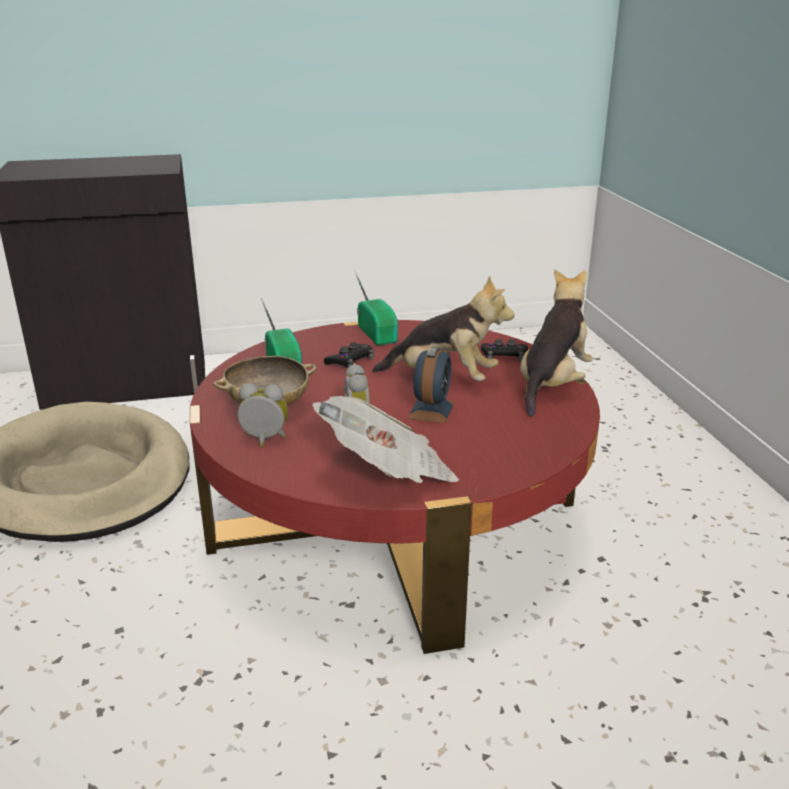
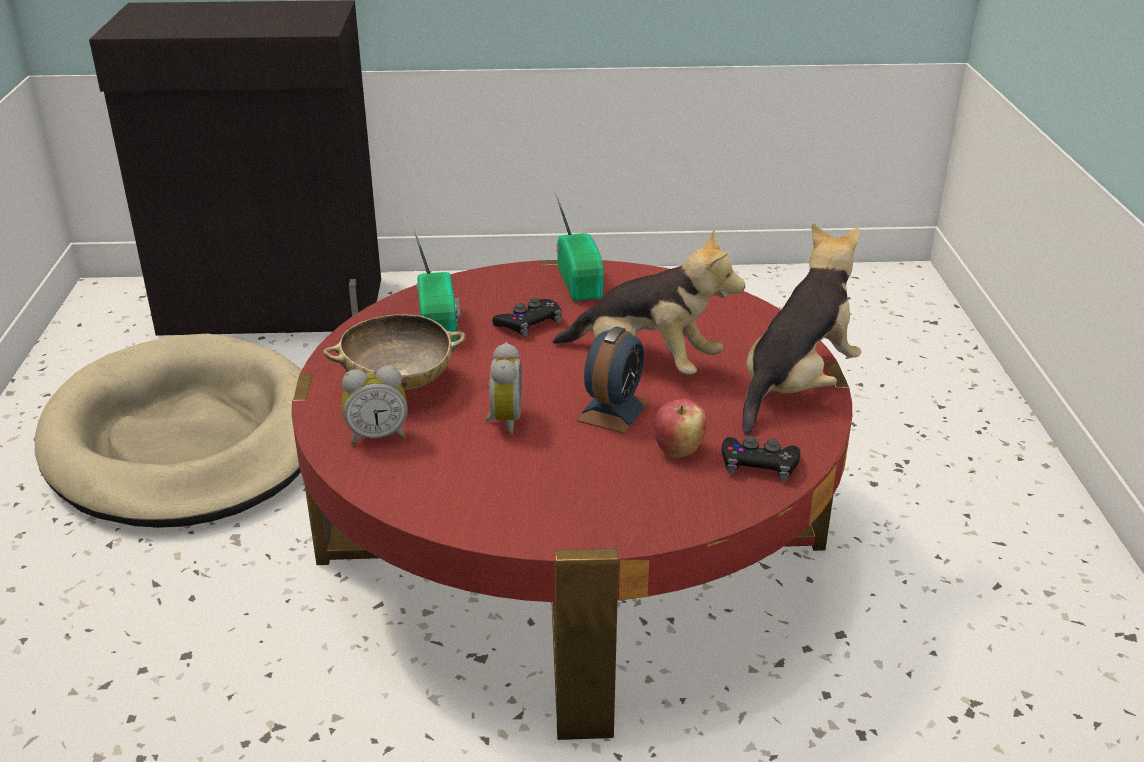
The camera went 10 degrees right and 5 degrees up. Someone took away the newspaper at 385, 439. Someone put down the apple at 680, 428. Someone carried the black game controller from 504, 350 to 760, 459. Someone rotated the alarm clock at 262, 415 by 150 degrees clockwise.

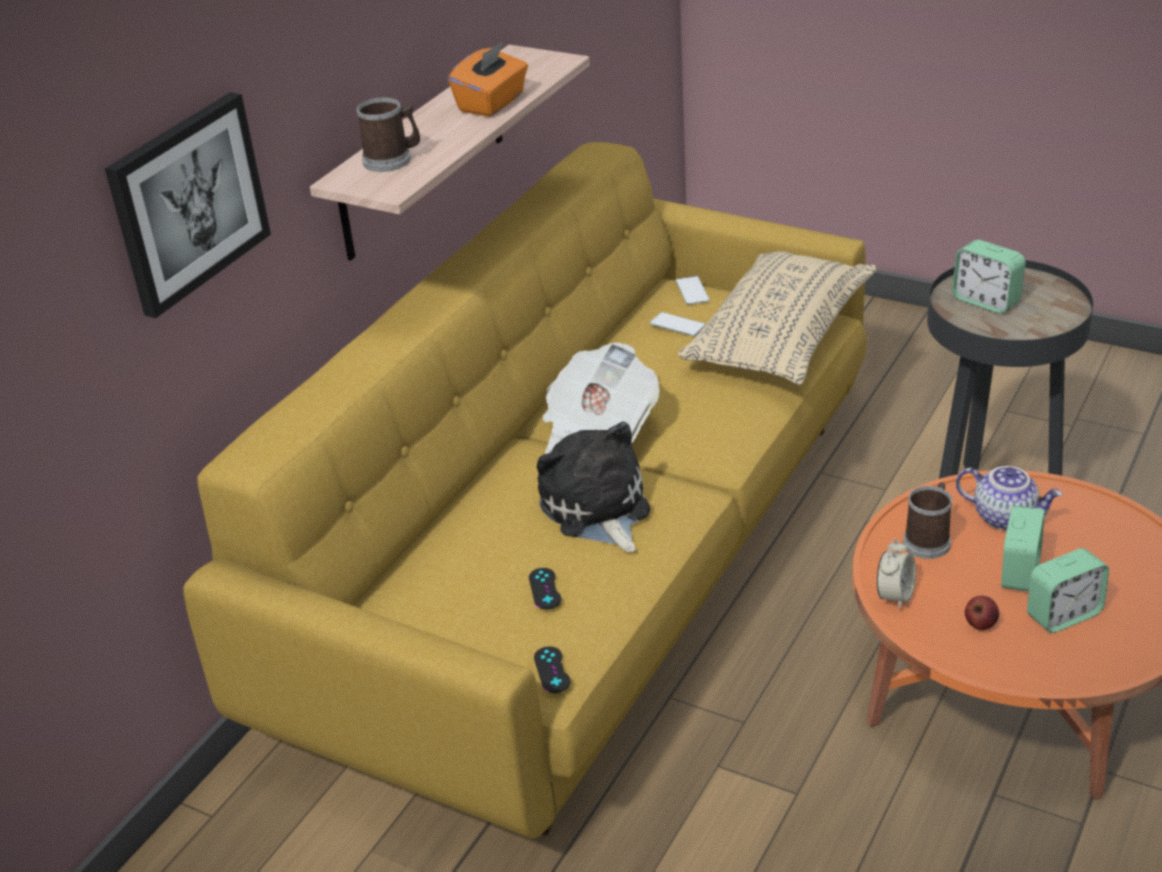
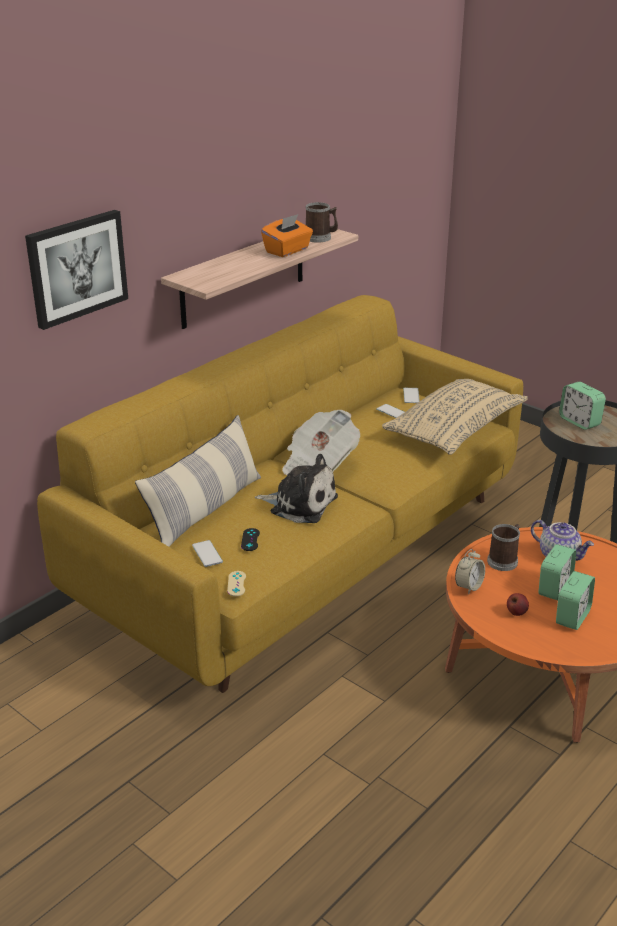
The camera went 10 degrees right and 5 degrees down. Someone put down the pillow at 198, 481. Someone put down the phone at 207, 553. Someone carried the mug from 388, 135 to 321, 222. Someone repainted the black game controller at 552, 669, which became the beige game controller at 236, 583. Someone rotated the plush toy at 593, 487 by 120 degrees clockwise. Someone rotated the alarm clock at 1068, 590 by 45 degrees counterclockwise.

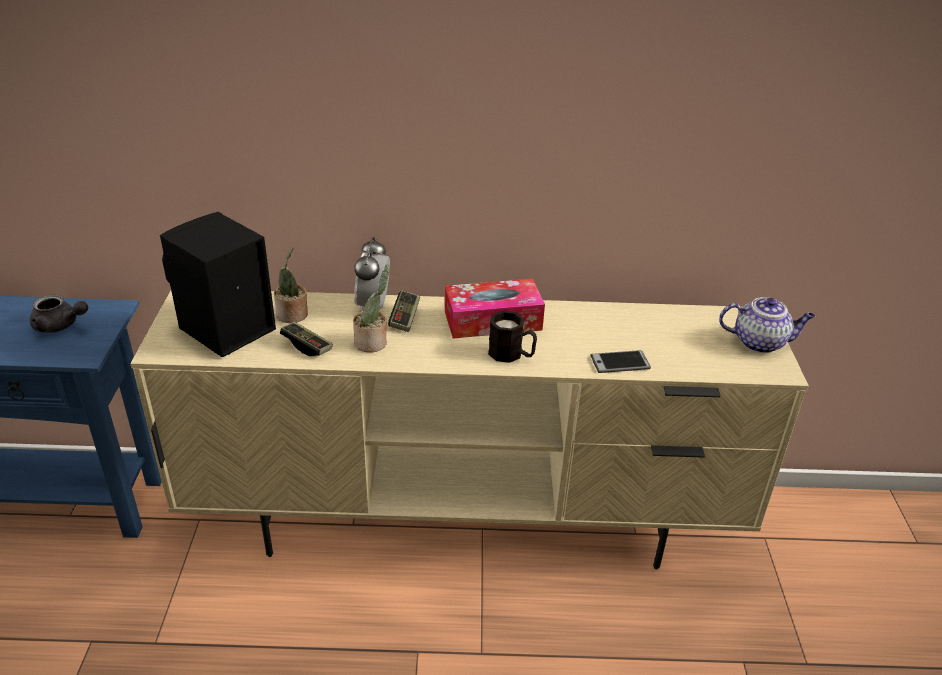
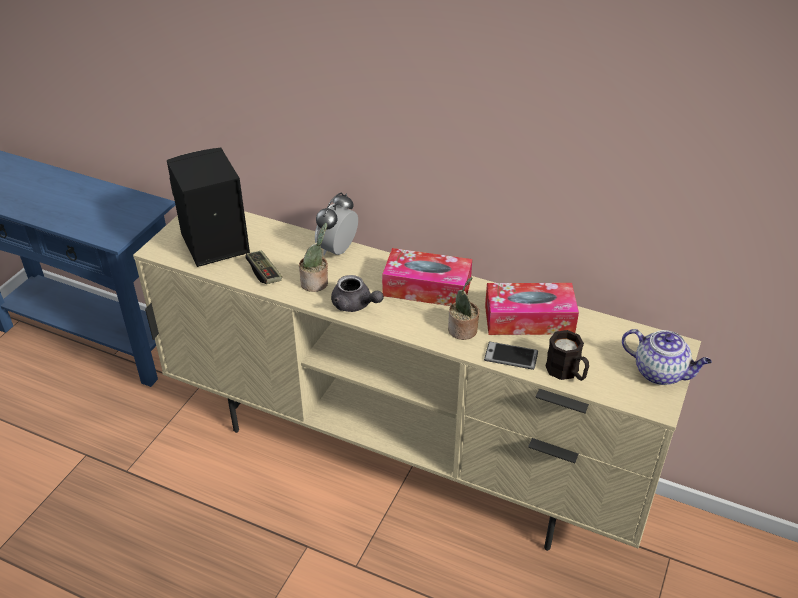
The camera went 25 degrees right and 5 degrees up. Someone took away the game controller at 404, 311. Someone put down the tissue box at 532, 309. Someone carried the grey teapot from 59, 314 to 357, 293. Someone carried the potted plant from 291, 285 to 463, 308. Someone carried the black mug from 512, 337 to 567, 355.

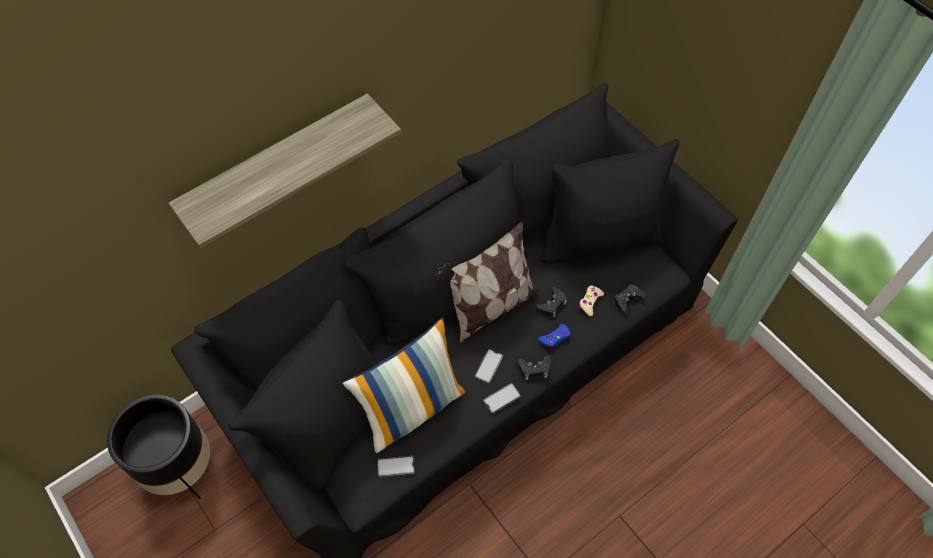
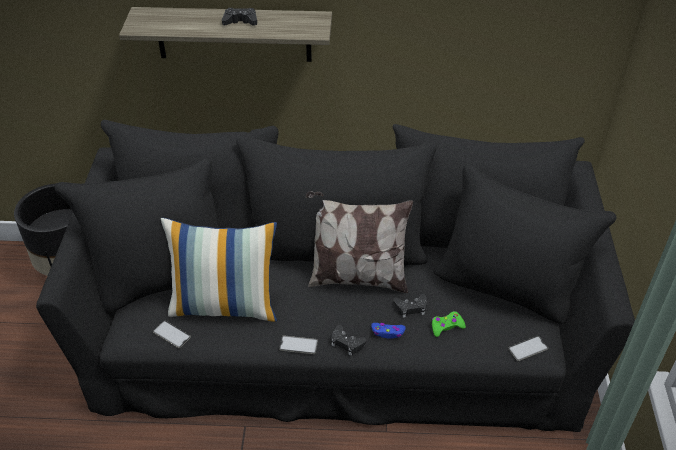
The camera went 40 degrees right and 15 degrees down. Someone carried the phone from 489, 366 to 528, 348. Someone carried the black game controller from 629, 299 to 239, 17. Someone repainted the beige game controller at 591, 301, which became the green game controller at 449, 324.

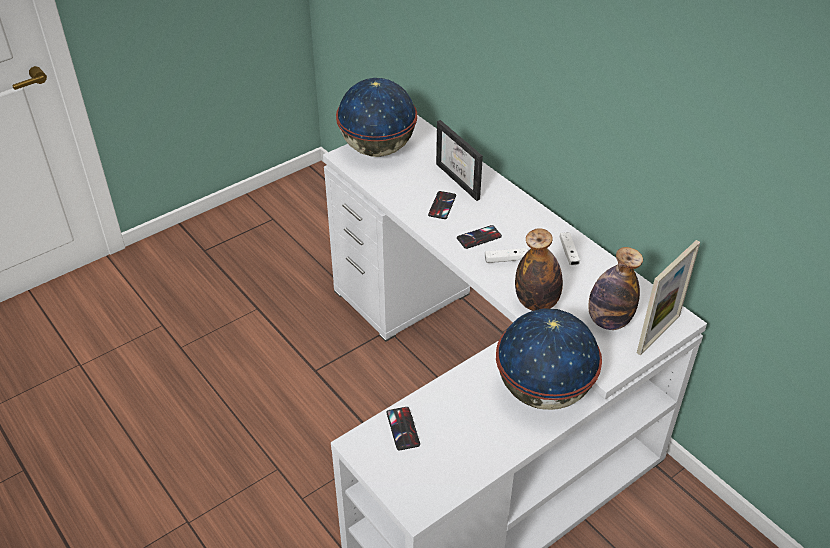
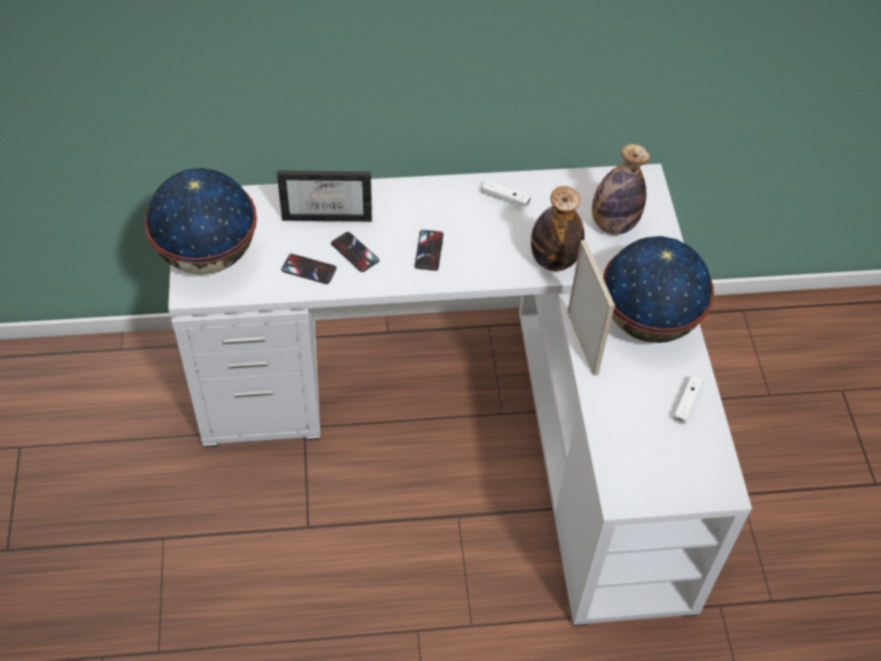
The camera went 60 degrees left and 10 degrees up. Someone carried the phone from 403, 429 to 309, 269. Someone carried the white game controller from 506, 255 to 688, 399. Someone carried the picture frame from 668, 297 to 591, 308.

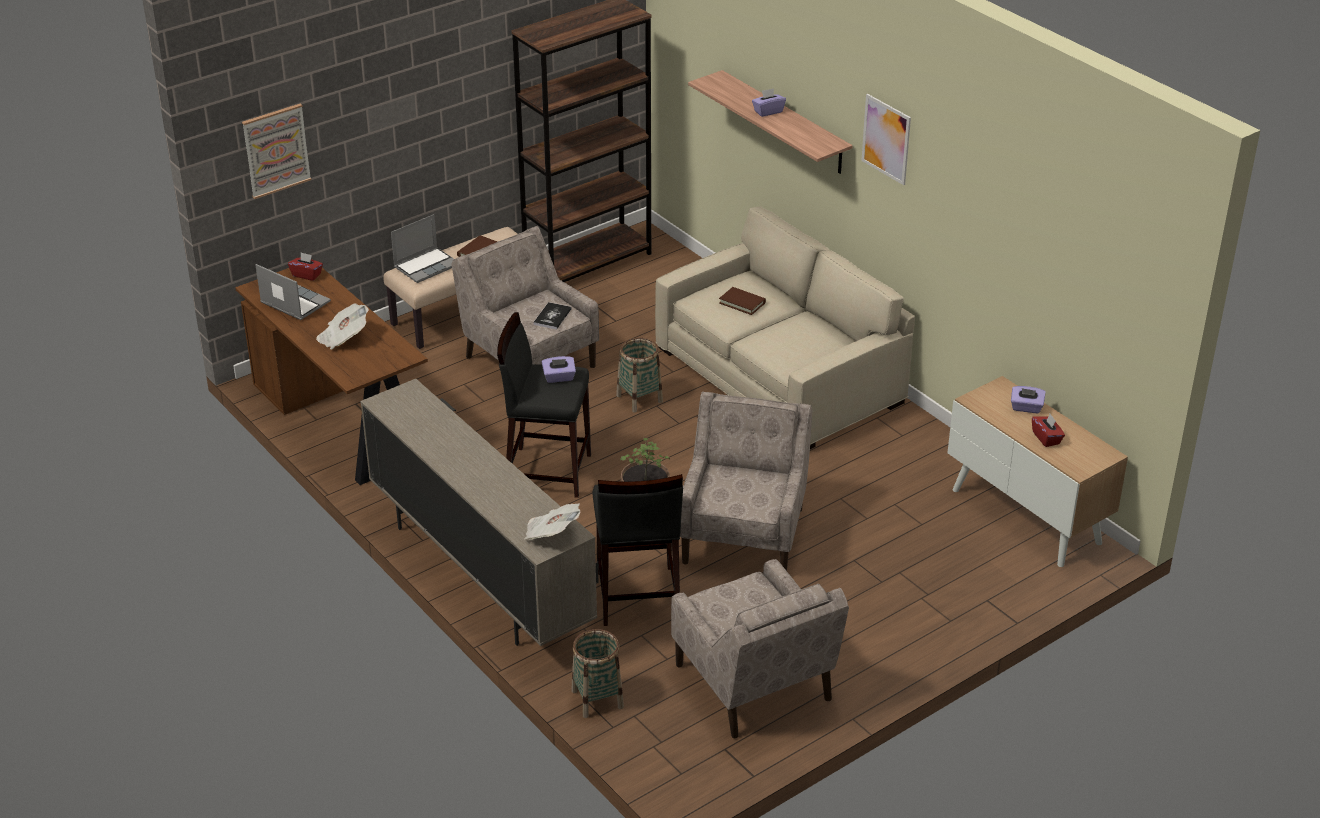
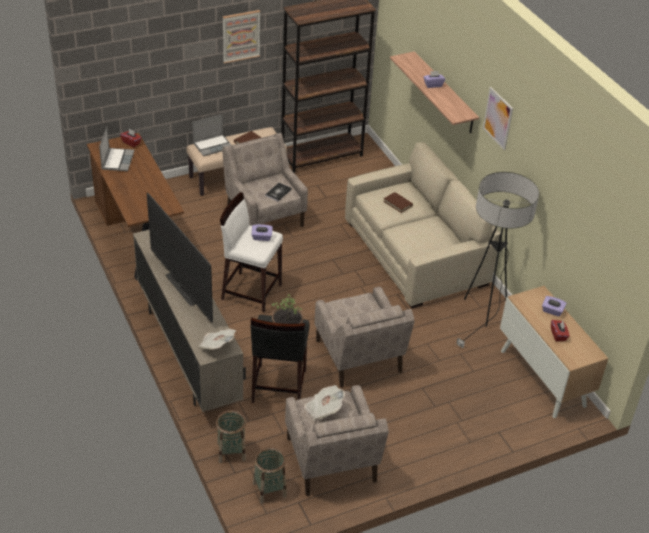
The camera went 10 degrees right and 5 degrees up. Someone put down the television at 180, 258. Someone put down the floor lamp at 498, 260. Someone carried the picture from 276, 151 to 241, 36. Someone carried the newspaper from 342, 326 to 324, 402. Someone carried the basket from 639, 375 to 270, 475. Someone repainted the black stool at 544, 405, which became the white stool at 251, 252. Someone rotated the laptop at 293, 292 by 45 degrees clockwise. Someone rotated the beige armchair at 746, 481 by 135 degrees clockwise.

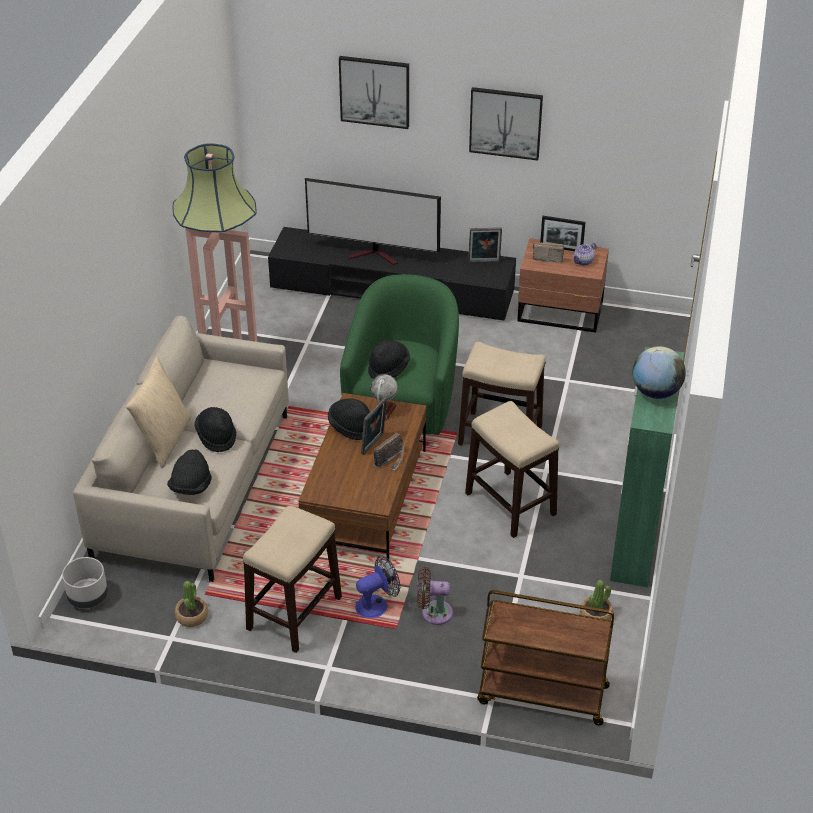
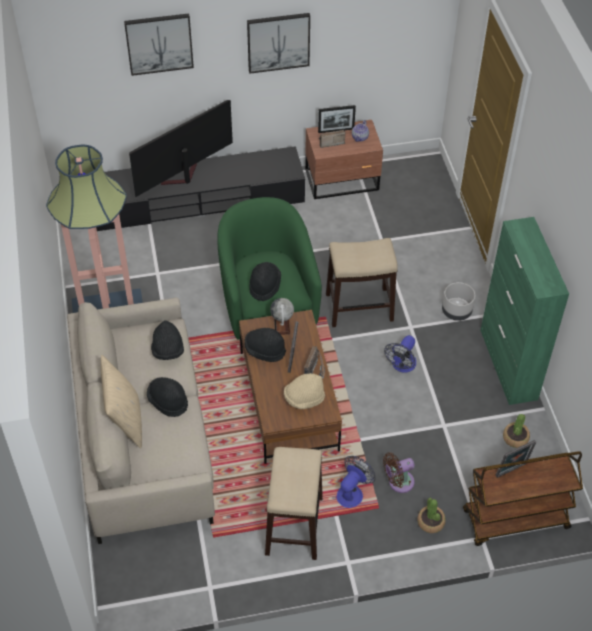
The camera went 25 degrees left and 10 degrees up. Someone took away the globe at 659, 372. Someone put down the beige hat at 304, 391. Someone carried the grey planter from 85, 582 to 458, 301. Someone carried the black hat from 189, 472 to 167, 340. Someone carried the potted plant from 191, 604 to 431, 515. Someone carried the picture frame from 485, 245 to 515, 459. Someone swapped the stool at 512, 469 for the fan at 400, 354. Someone rotated the television at 373, 221 by 150 degrees clockwise.

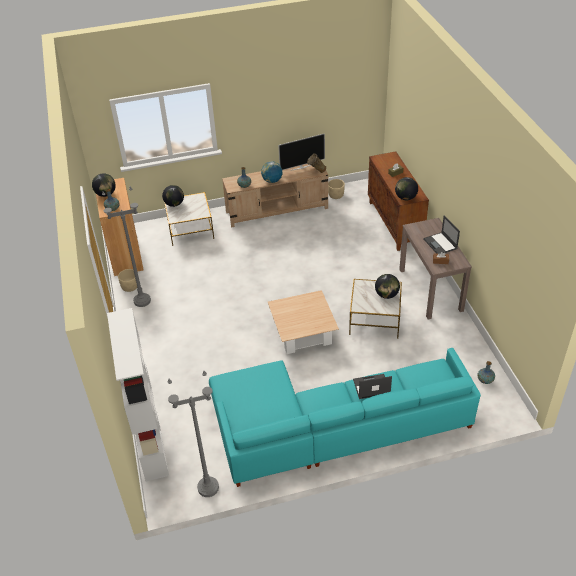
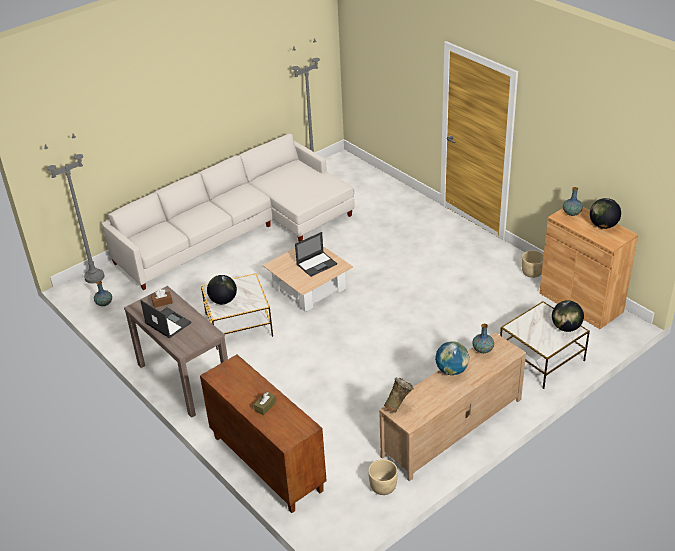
The camera went 155 degrees right and 5 degrees down. Someone took away the white bookcase at 138, 394. Someone took away the television at 301, 152. Someone took away the globe at 406, 188. Someone carried the grey floor lamp from 126, 246 to 74, 209. Someone carried the laptop from 372, 386 to 316, 254. Someone repainted the turquoise sofa at 345, 417, which became the white sofa at 228, 212.

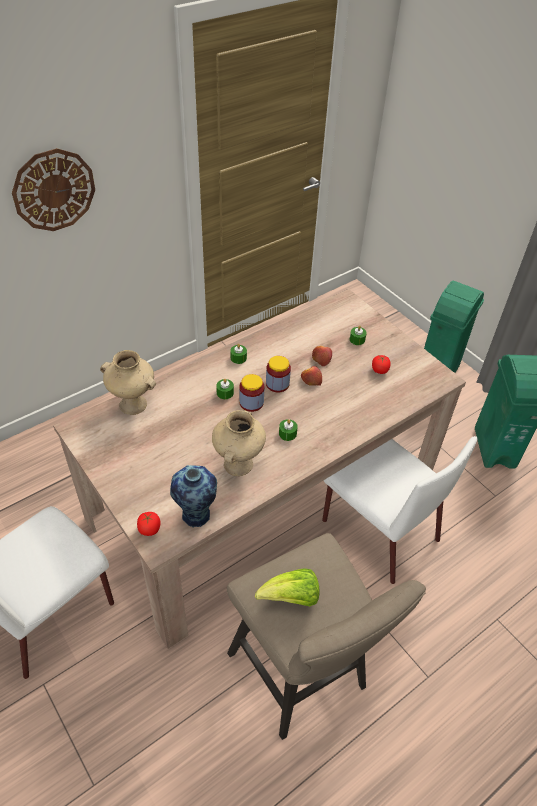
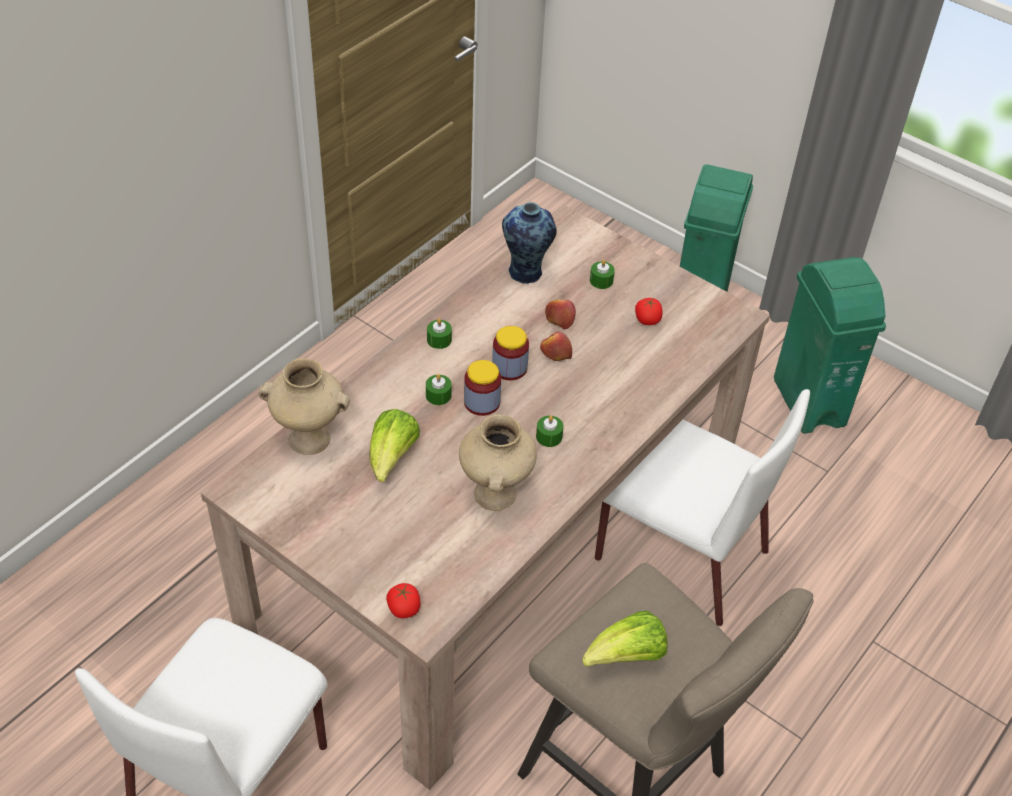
The camera went 15 degrees left and 0 degrees up. Someone took away the wall clock at 53, 189. Someone put down the lettuce at 394, 445. Someone carried the vase from 193, 496 to 529, 243.

